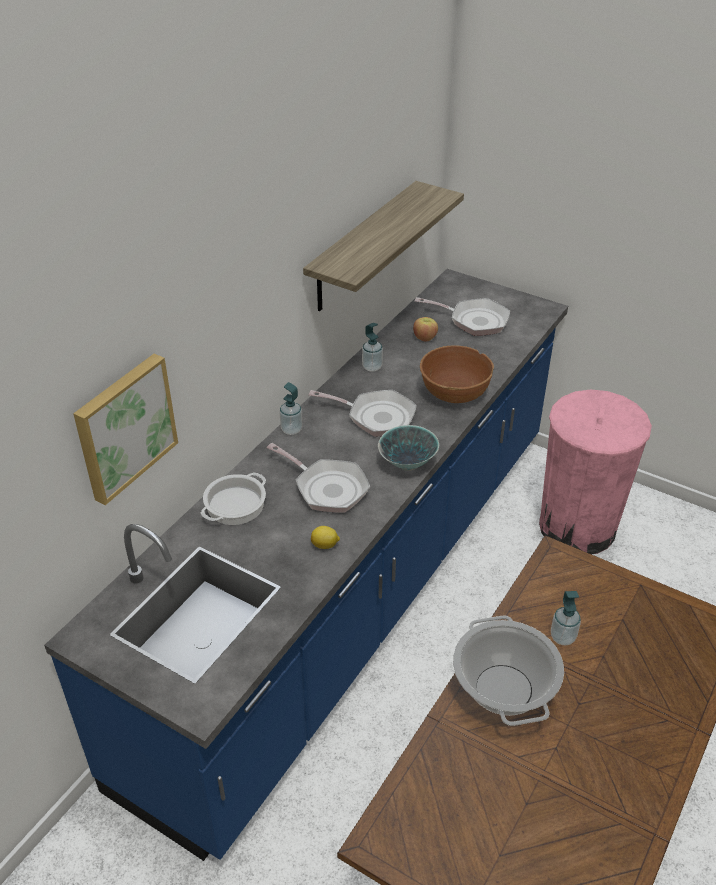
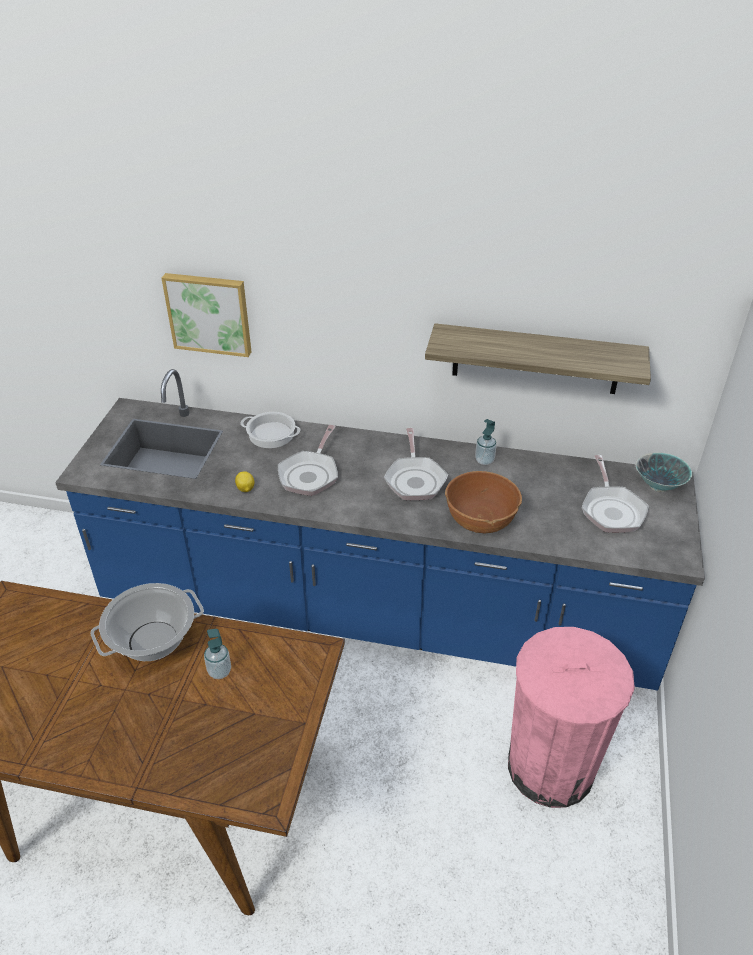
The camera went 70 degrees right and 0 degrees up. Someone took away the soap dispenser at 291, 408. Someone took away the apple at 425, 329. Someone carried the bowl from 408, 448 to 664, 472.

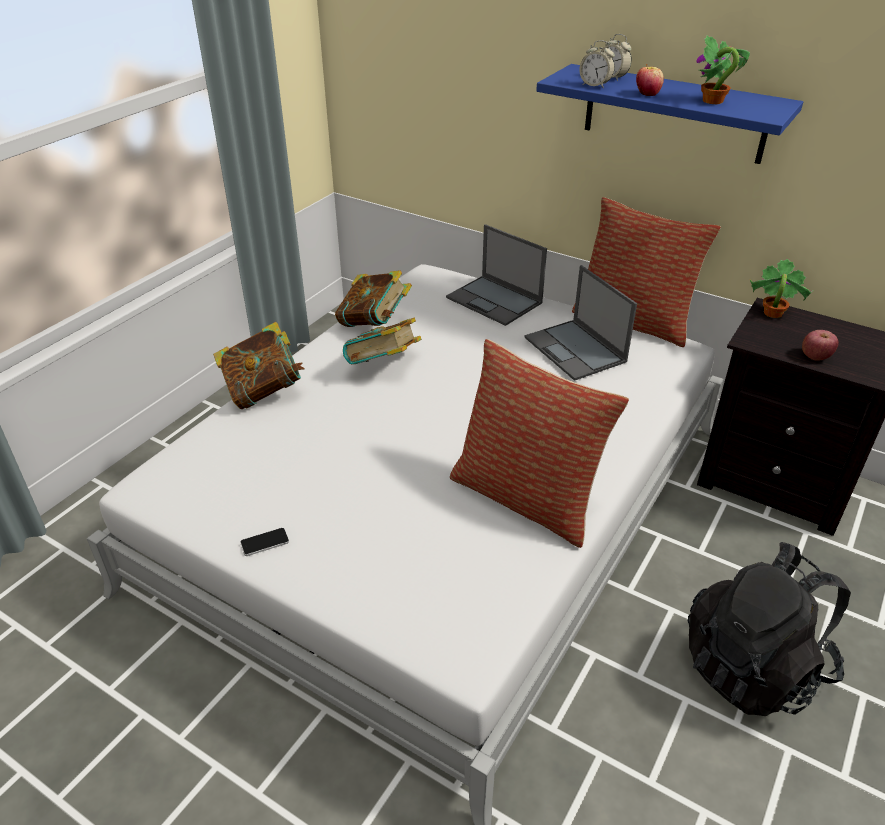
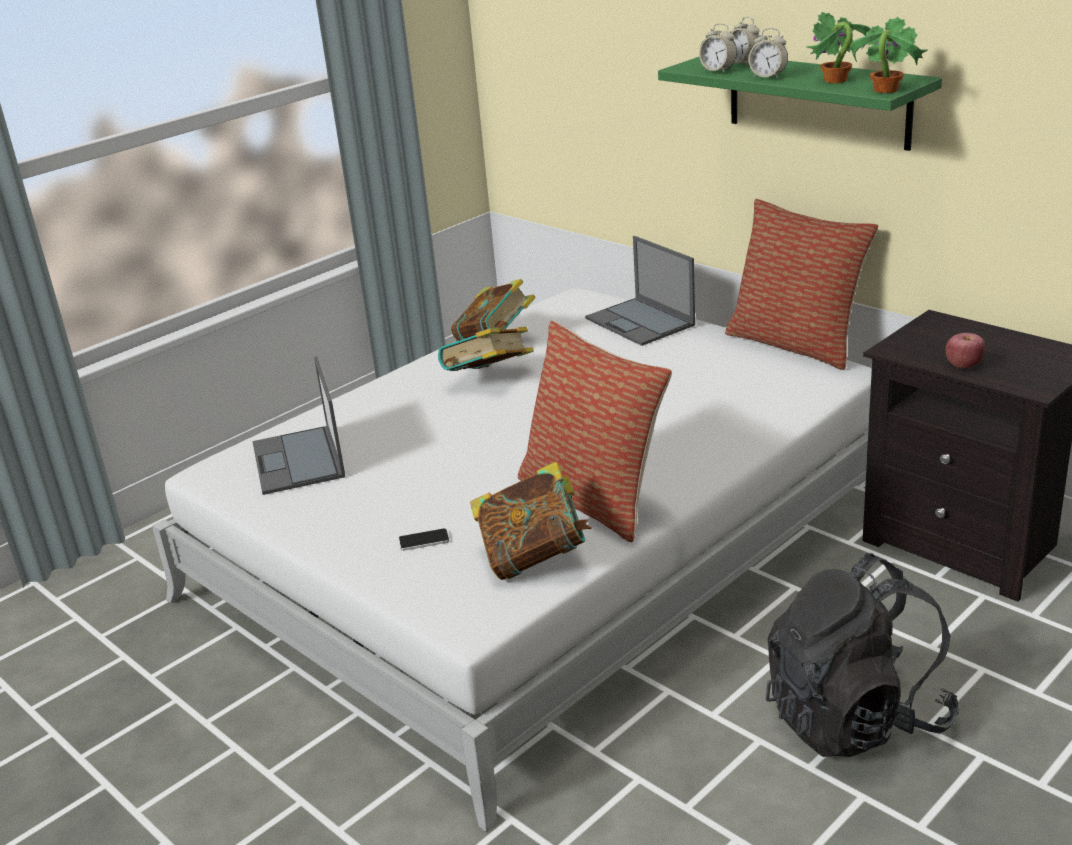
The camera went 15 degrees right and 10 degrees down. Someone carried the book from 259, 365 to 531, 520. Someone carried the phone from 264, 542 to 424, 540. Someone carried the laptop from 581, 323 to 298, 425. Someone carried the potted plant from 782, 288 to 889, 55. Someone swapped the apple at 650, 80 for the alarm clock at 768, 53. Someone repainted the blue shelf at 669, 114, which became the green shelf at 800, 104.

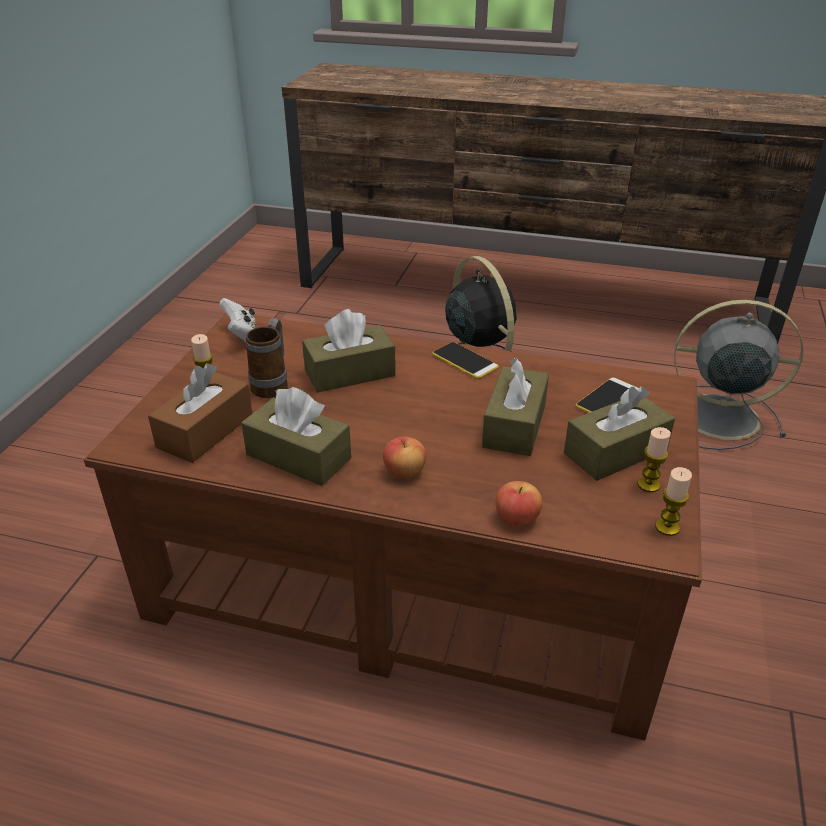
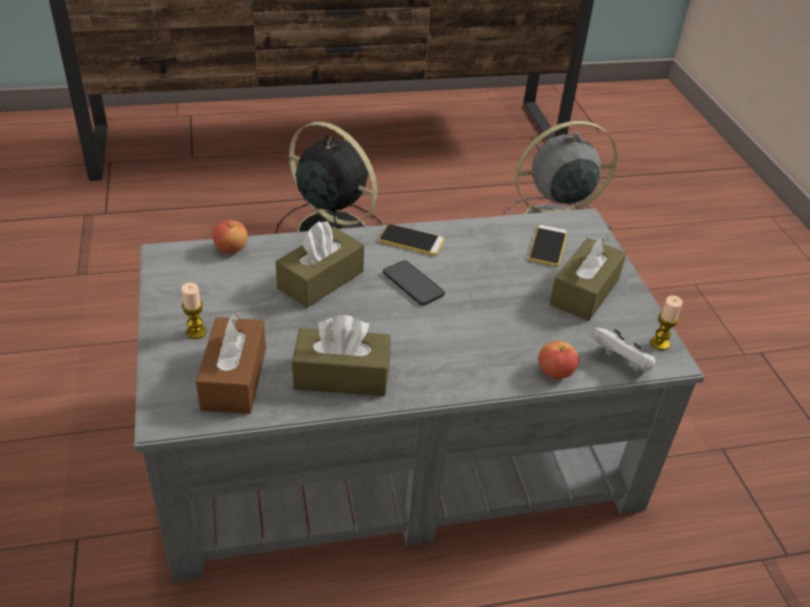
The camera went 30 degrees left and 5 degrees up. Someone took away the mug at 267, 358. Someone took away the brown tissue box at 515, 407. Someone took away the candle at 654, 459. Someone put down the phone at 414, 282. Someone carried the white game controller from 237, 320 to 623, 349. Someone carried the apple from 404, 457 to 230, 236. Someone repainted the brown coffee table at 393, 526, which became the grey coffee table at 419, 395.

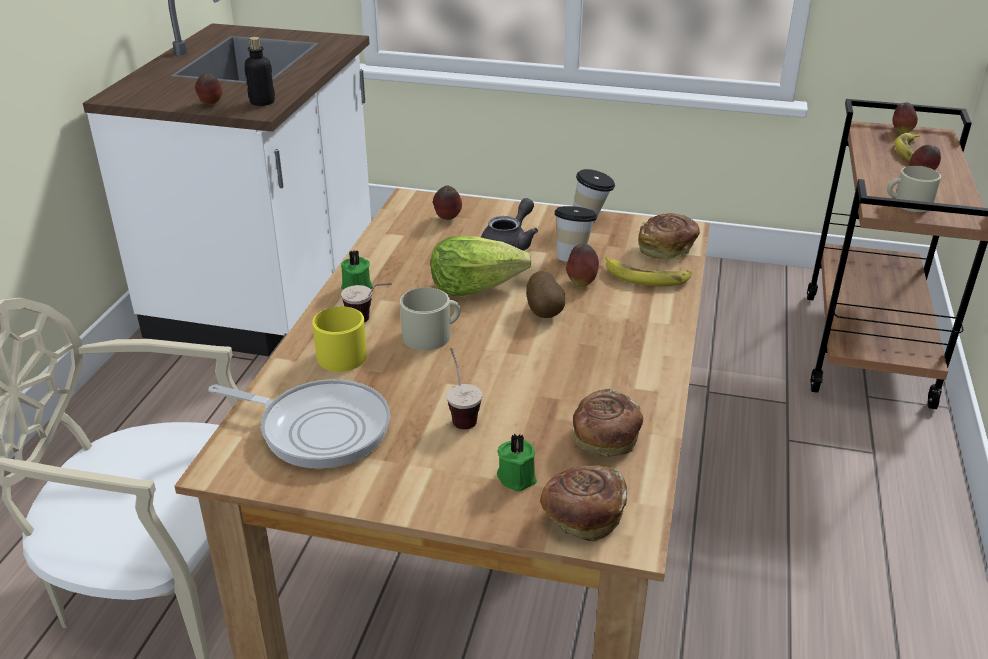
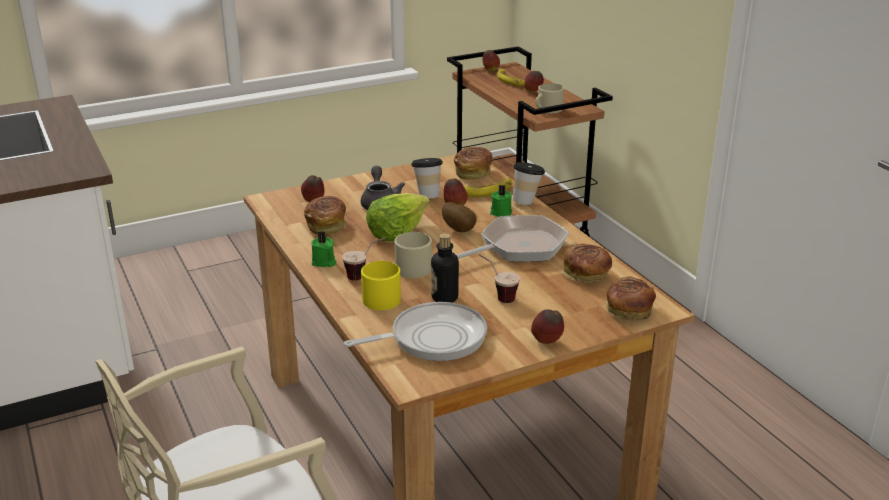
The camera went 40 degrees left and 5 degrees down. Someone put down the bread at 325, 215. Someone put down the frying pan at 512, 238. Someone carried the apple from 208, 89 to 547, 327. Someone carried the bottle from 259, 71 to 445, 268. Someone carried the green candle from 517, 463 to 501, 201. Someone carried the cup from 594, 196 to 529, 183.

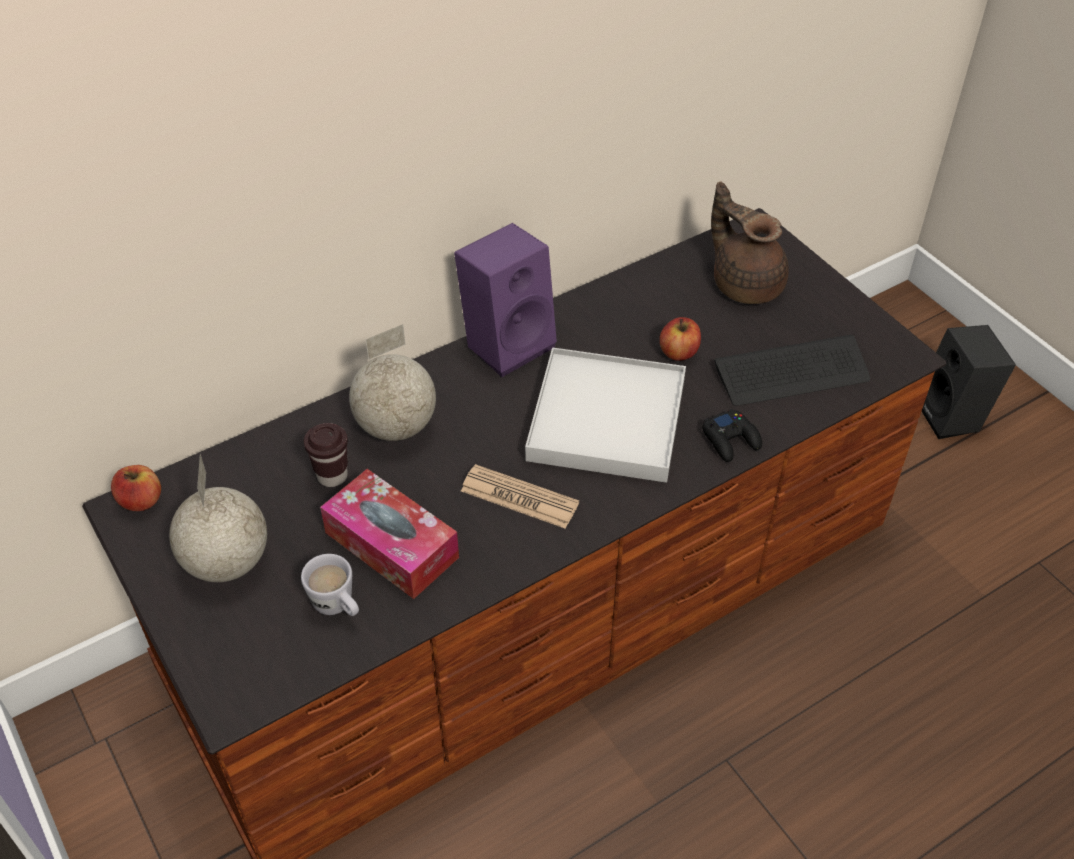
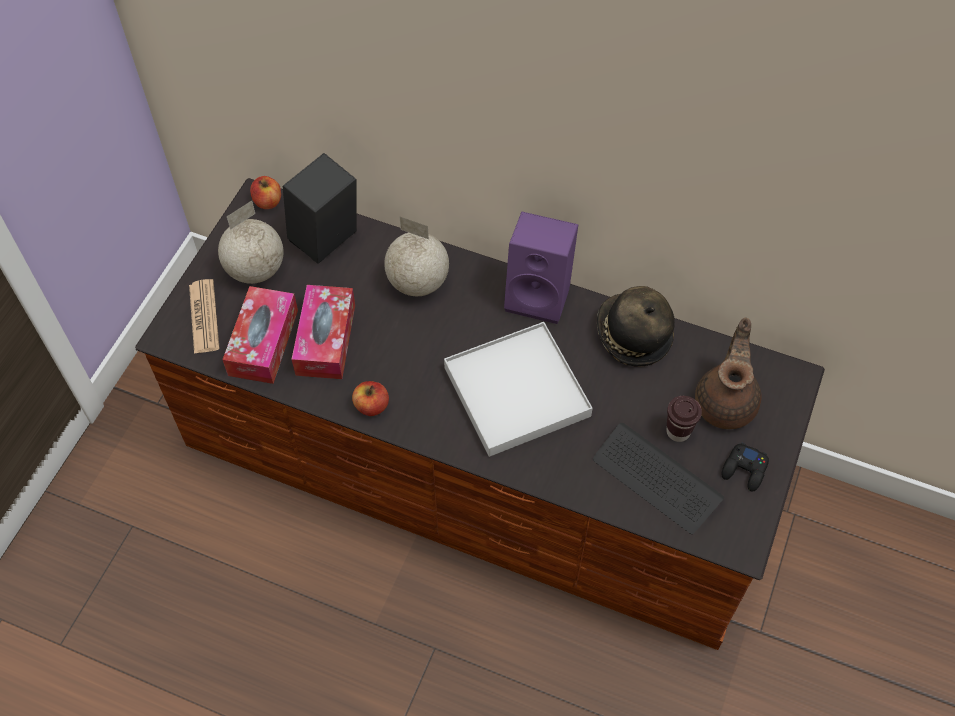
The camera went 55 degrees right and 10 degrees up. Someone put down the hat at 636, 326. Someone carried the brown cup from 326, 455 to 684, 419. Someone carried the newspaper from 520, 496 to 204, 316. Someone carried the apple from 680, 339 to 370, 398. Someone carried the black game controller from 732, 435 to 745, 467. Someone carried the black speaker from 969, 382 to 320, 208. Someone swapped the white mug at 330, 585 for the tissue box at 260, 335.

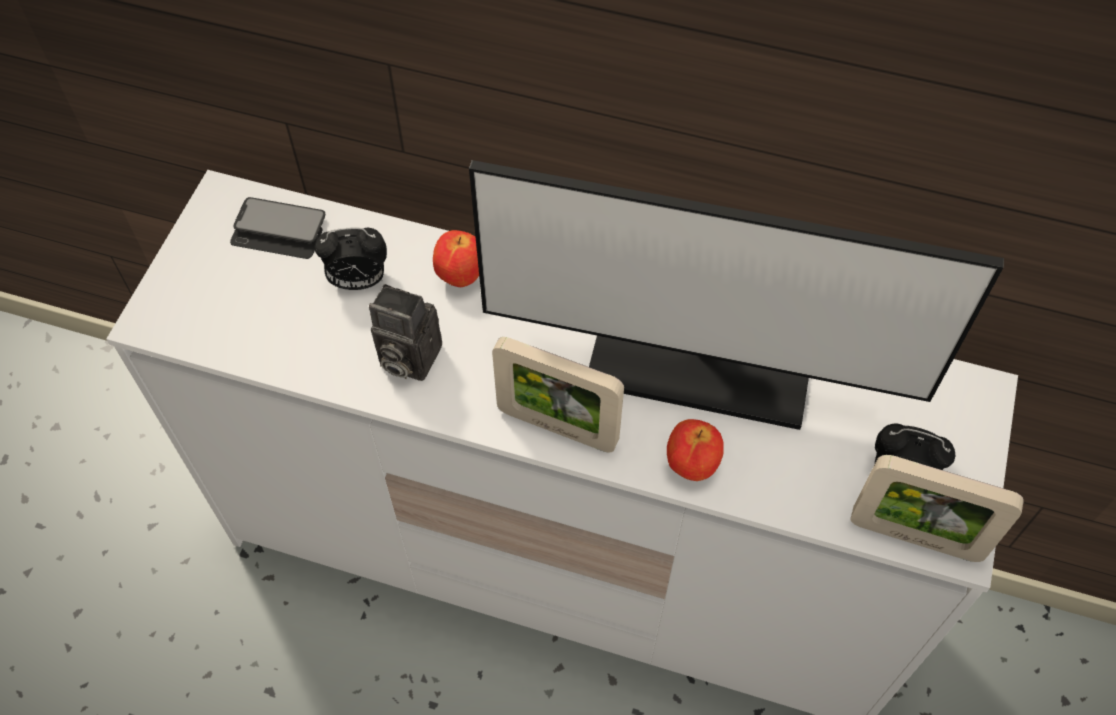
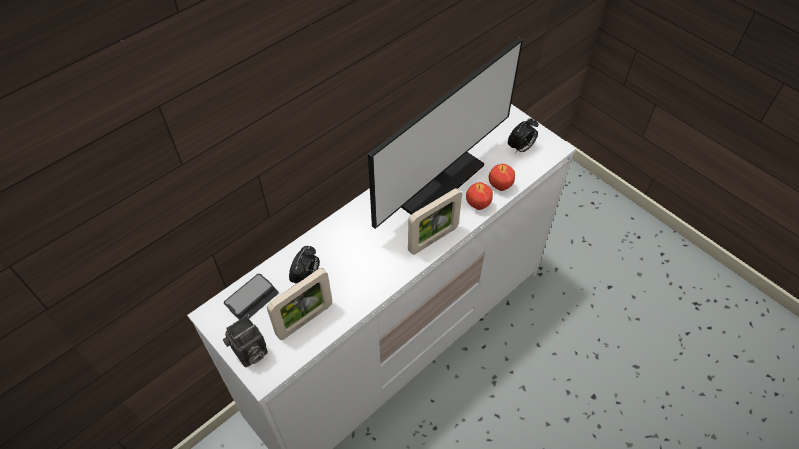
The camera went 60 degrees left and 5 degrees down. Someone carried the photo camera from 405, 332 to 245, 341. Someone carried the apple from 456, 258 to 502, 177. Someone carried the picture frame from 937, 508 to 299, 304.

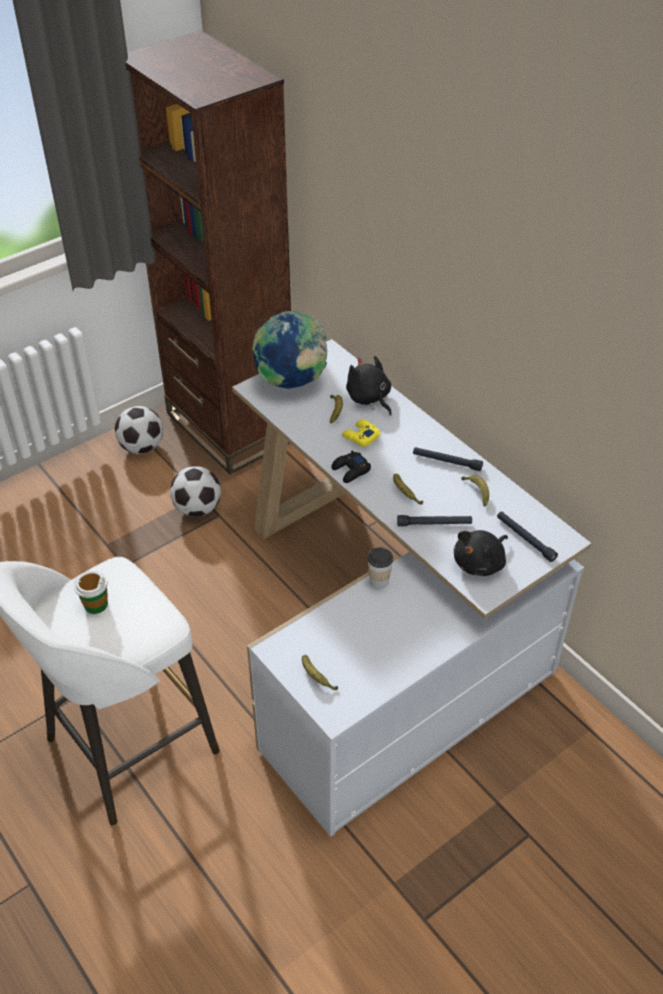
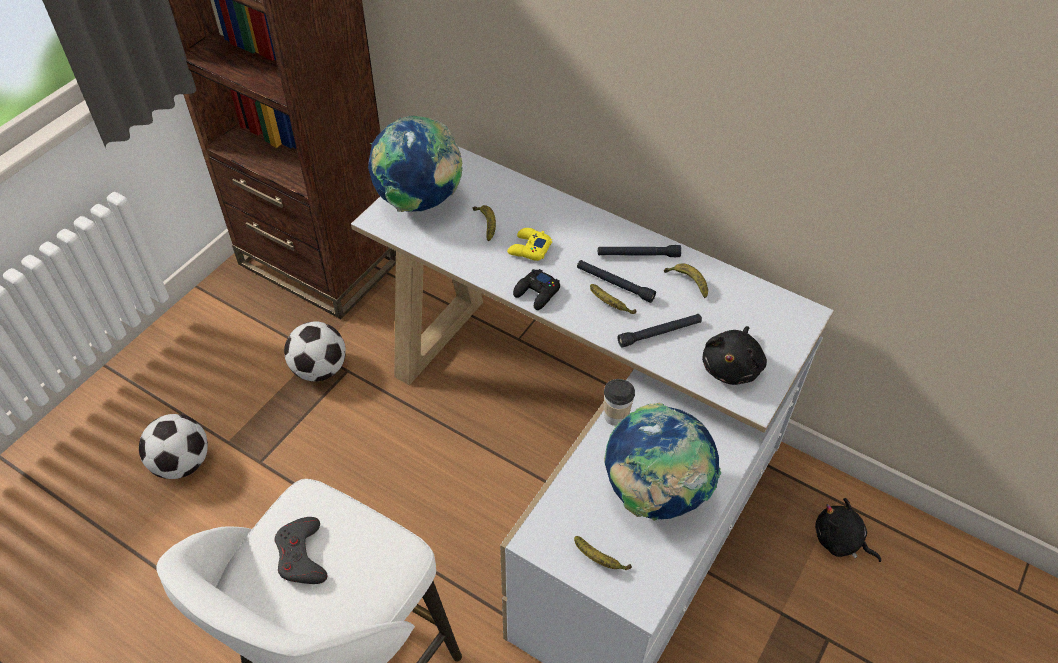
The camera went 20 degrees left and 5 degrees up. Someone put down the globe at 662, 462. Someone carried the football from 139, 430 to 173, 446. Someone carried the black plush toy from 369, 386 to 848, 530. Someone carried the black flashlight from 527, 537 to 616, 281. Someone swapped the cup at 91, 592 for the grey game controller at 301, 550.

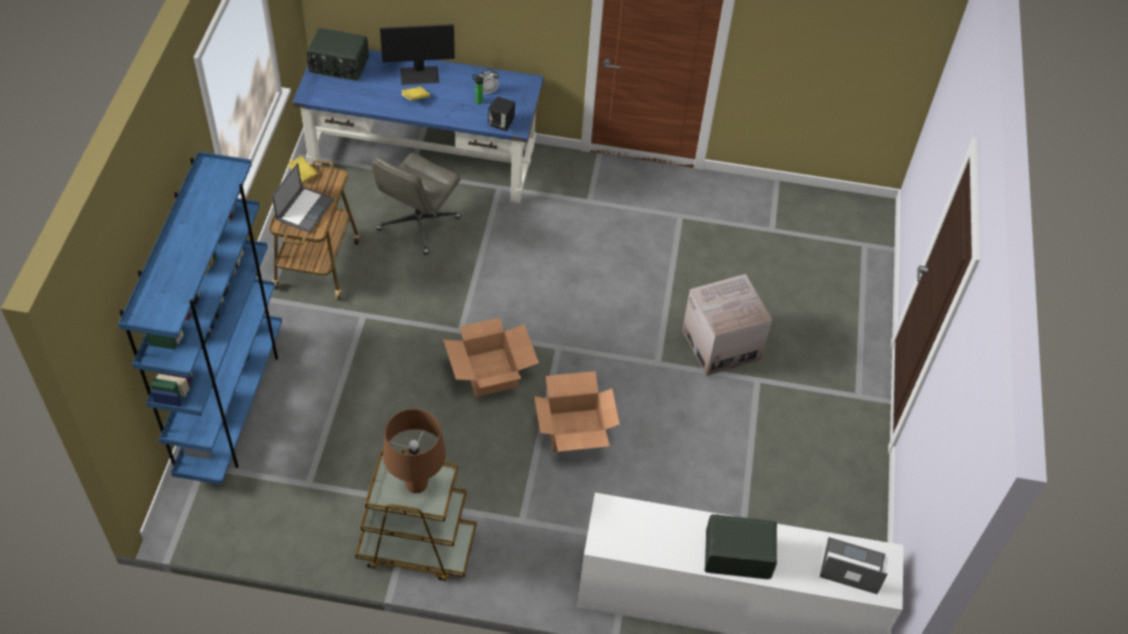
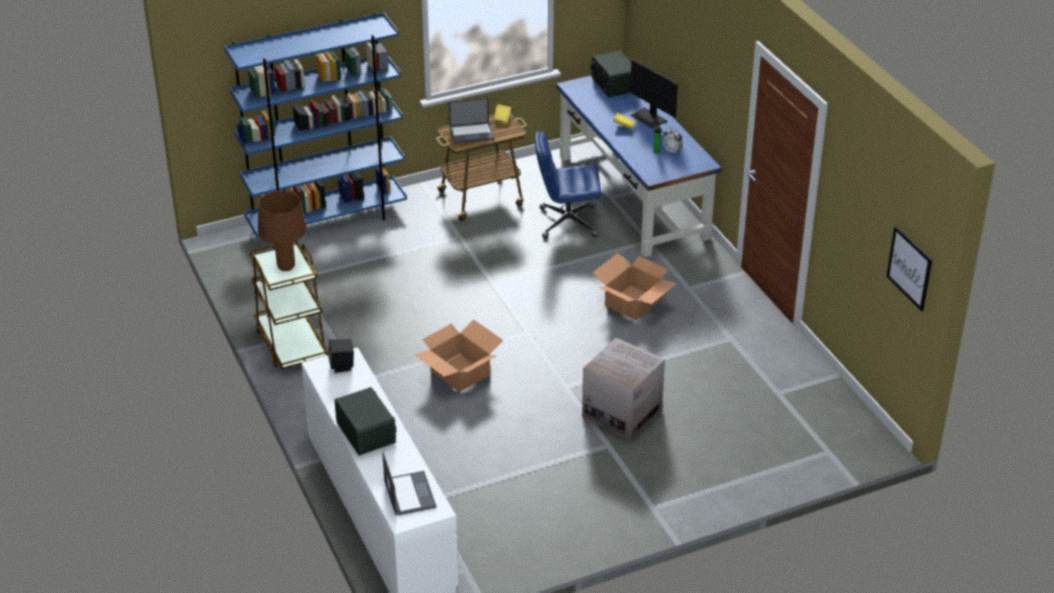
The camera went 60 degrees right and 15 degrees down. Someone put up the picture at 909, 268. Someone carried the cardboard box from 491, 357 to 634, 286. Someone carried the black speaker from 501, 114 to 341, 356. Someone repainted the grey office chair at 416, 204, which became the blue office chair at 568, 184.

